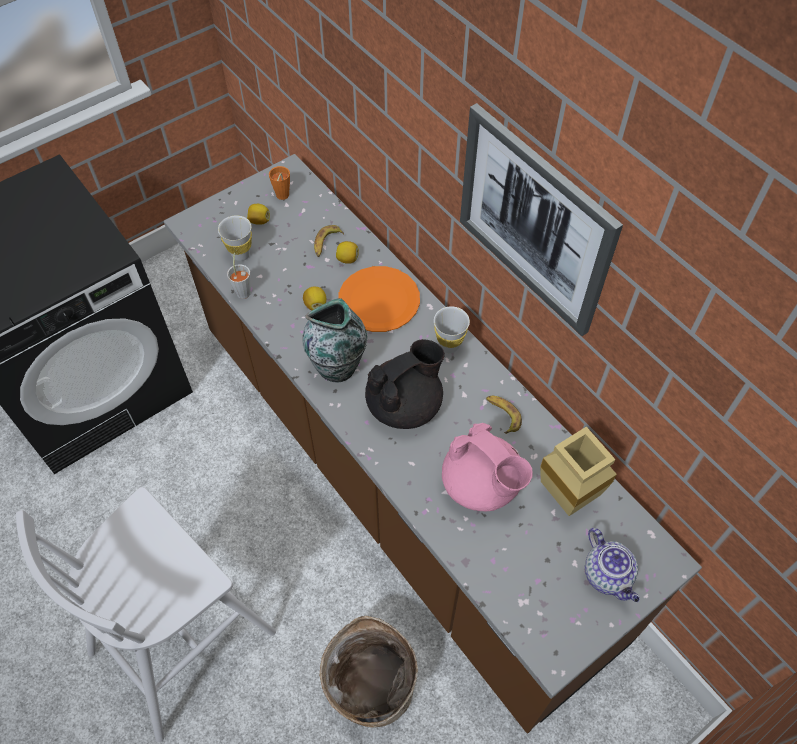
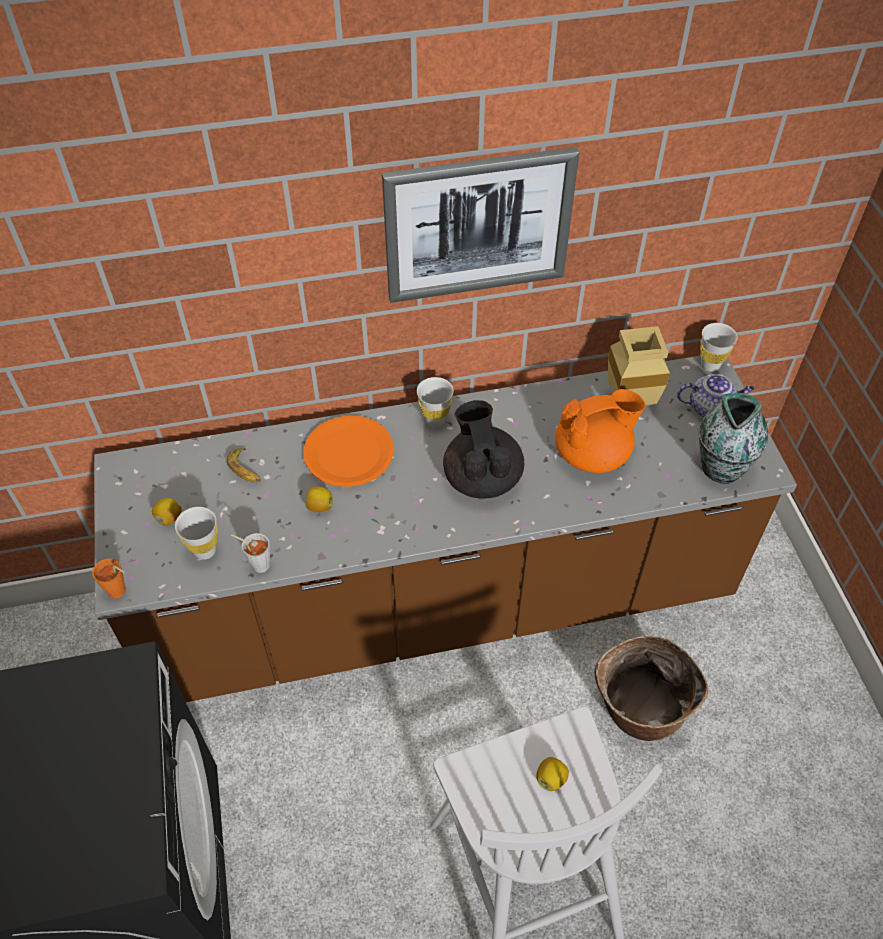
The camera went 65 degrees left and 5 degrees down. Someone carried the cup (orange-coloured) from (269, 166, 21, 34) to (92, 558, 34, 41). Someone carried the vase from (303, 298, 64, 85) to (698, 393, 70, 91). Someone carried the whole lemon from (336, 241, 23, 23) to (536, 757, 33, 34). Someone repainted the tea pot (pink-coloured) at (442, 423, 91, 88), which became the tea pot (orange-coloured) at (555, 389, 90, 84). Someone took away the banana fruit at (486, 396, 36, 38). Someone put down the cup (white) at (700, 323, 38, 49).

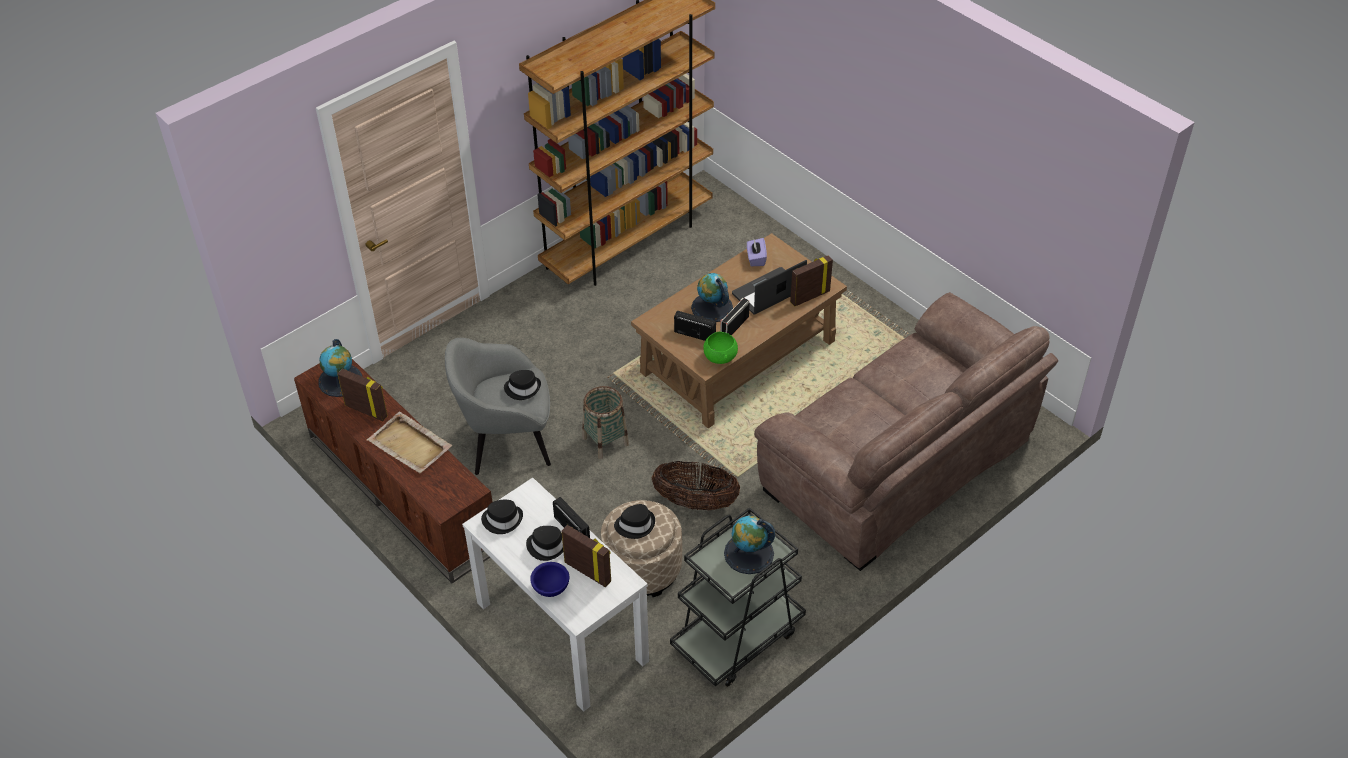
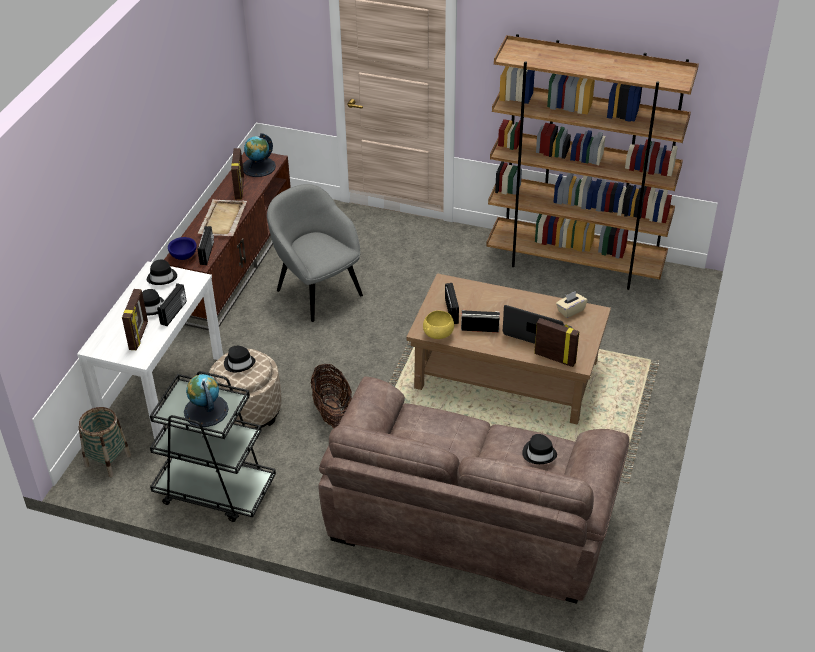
The camera went 60 degrees right and 5 degrees down. Someone carried the wearable hat (black-coloured) from (504, 370, 37, 30) to (522, 434, 35, 30). Someone carried the serving bowl (blue) from (530, 562, 39, 35) to (168, 237, 29, 23). Someone carried the basket from (582, 386, 47, 73) to (79, 407, 52, 70). Someone took away the globe at (691, 273, 42, 49). Someone repainted the serving bowl (greenish) at (703, 332, 35, 32), which became the serving bowl (yellowish) at (423, 311, 31, 28). Someone repainted the tissue box (purplish) at (747, 238, 20, 28), which became the tissue box (sand-coloured) at (556, 291, 32, 27). Someone put down the radio set at (197, 226, 17, 39).

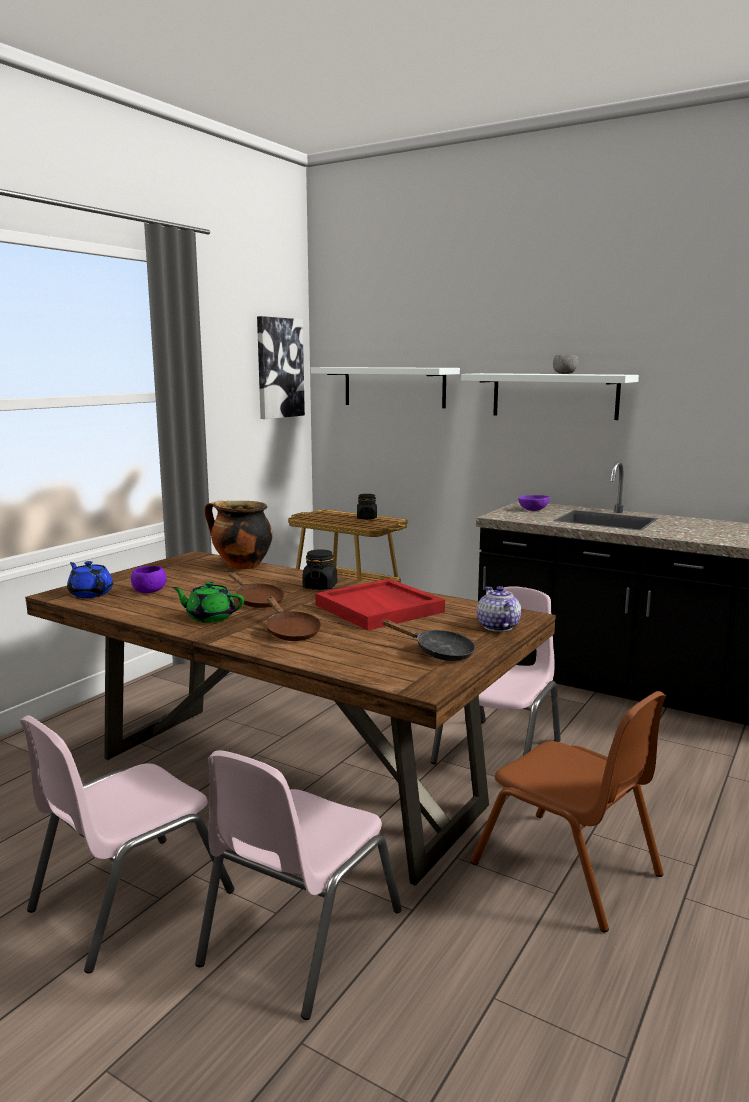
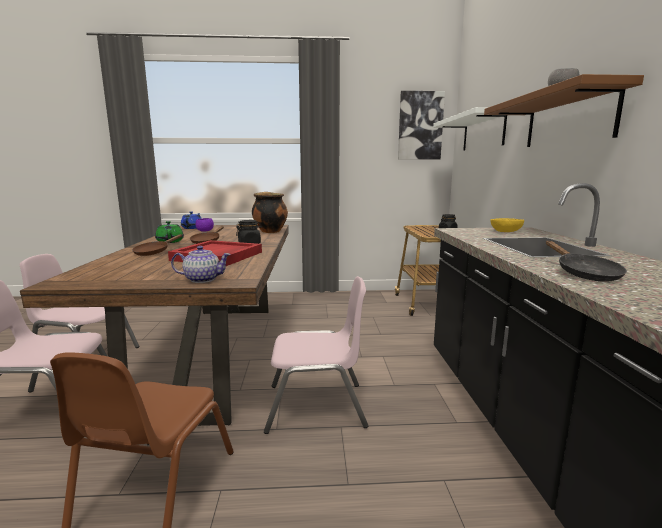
The camera went 55 degrees right and 0 degrees up. Someone carried the skillet (black-coloured) from (382, 620, 94, 41) to (546, 241, 81, 41). Someone repainted the wall shelf (white) at (461, 373, 178, 47), which became the wall shelf (brownish) at (484, 74, 160, 73). Someone rotated the tea pot at (477, 586, 44, 46) by 45 degrees clockwise. Someone repainted the serving bowl (purplish) at (518, 495, 32, 16), which became the serving bowl (yellowish) at (490, 218, 34, 14).

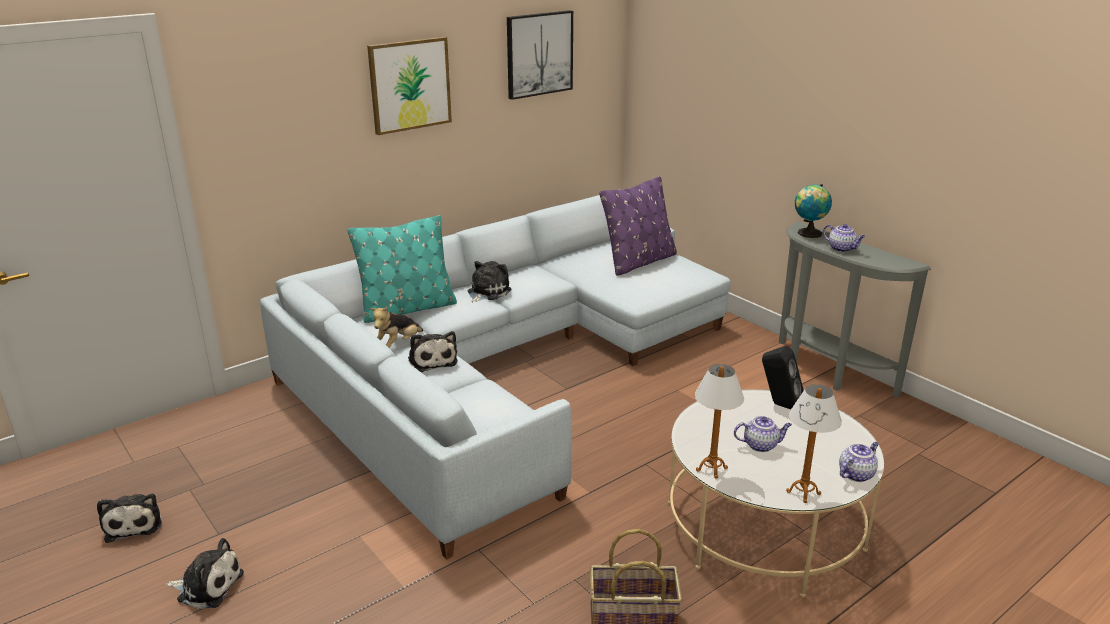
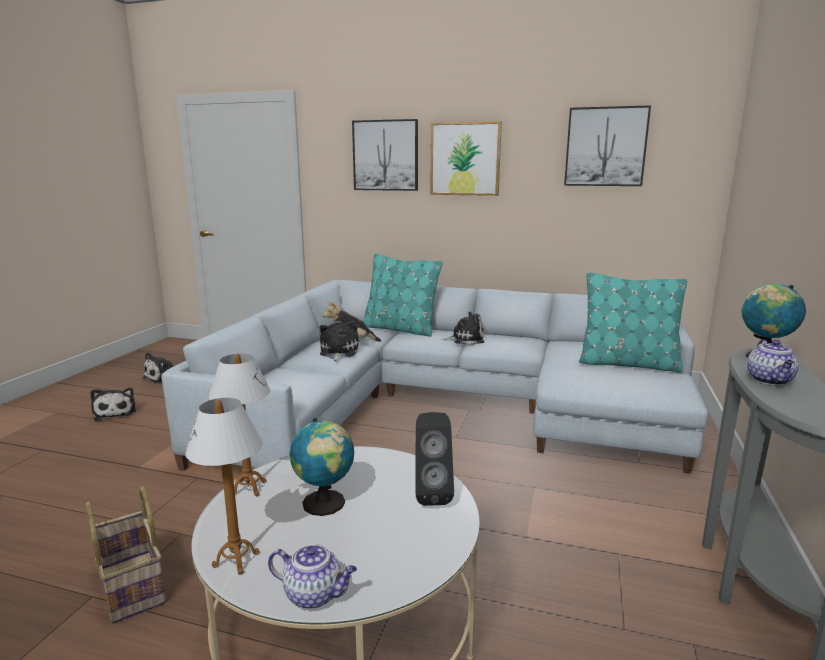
The camera went 55 degrees right and 10 degrees down. Someone rotated the soft toy at (408, 331, 50, 41) by 150 degrees clockwise. Someone repainted the cushion (purplish) at (599, 176, 78, 100), which became the cushion (turquoise-coloured) at (579, 273, 108, 99). Someone swapped the tea pot at (734, 416, 58, 36) for the globe at (290, 418, 64, 98). Someone put up the wall picture at (352, 119, 66, 72).

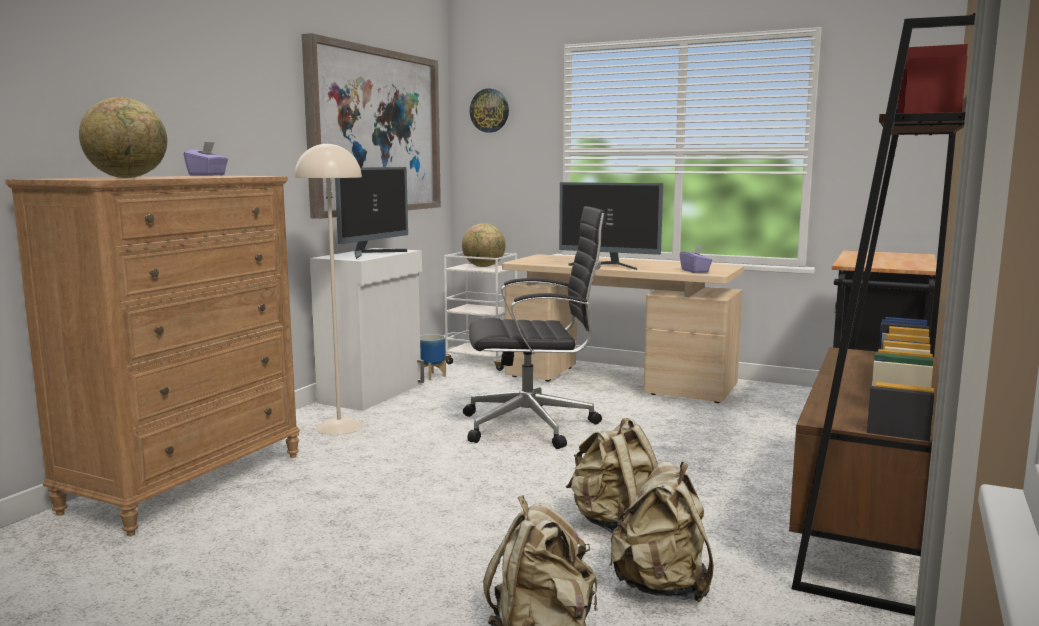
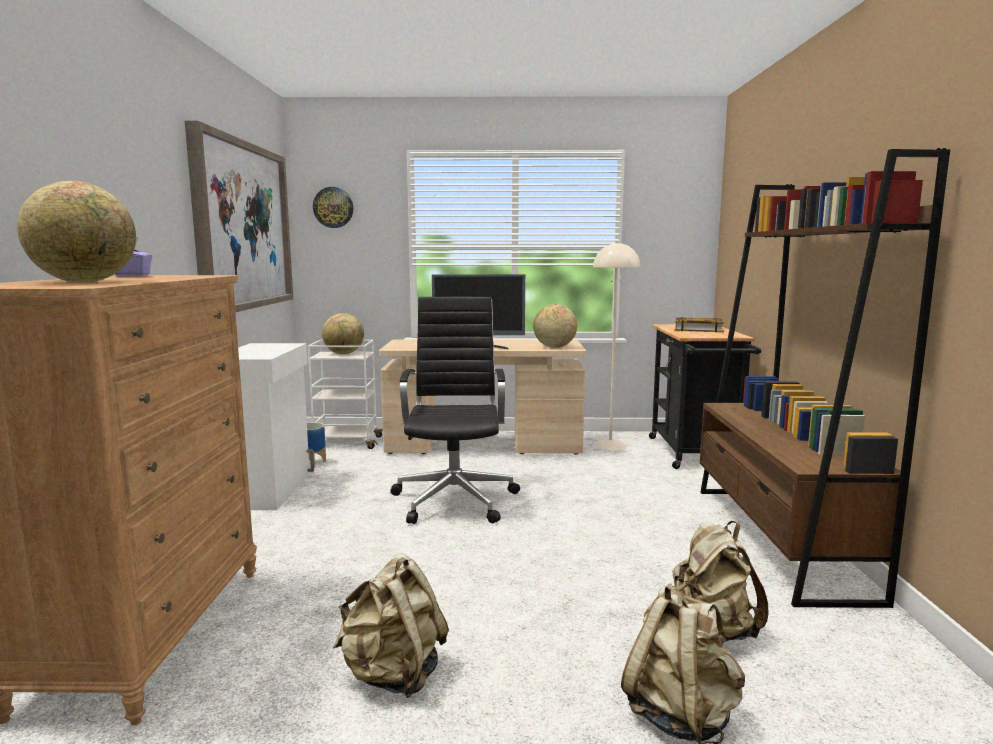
The camera went 25 degrees left and 0 degrees up. Someone carried the standing lamp (sand-coloured) from (294, 142, 69, 293) to (593, 242, 47, 208). Someone took away the monitor at (335, 167, 73, 92). Someone rotated the office chair (black-coloured) at (463, 206, 144, 243) by 60 degrees counterclockwise. Someone carried the rucksack (sand-coloured) from (566, 418, 92, 115) to (333, 553, 116, 145). Someone swapped the tissue box (purplish) at (680, 245, 32, 28) for the globe at (533, 304, 44, 44). Someone put down the volume at (675, 317, 50, 15).

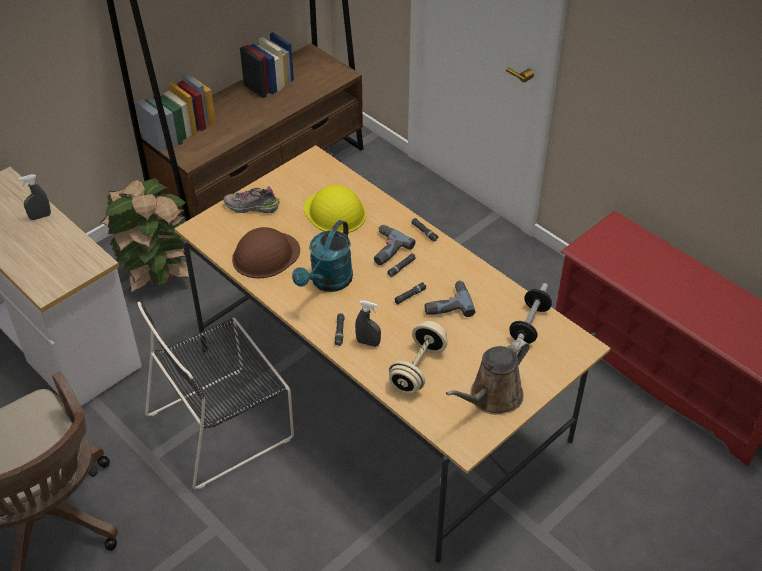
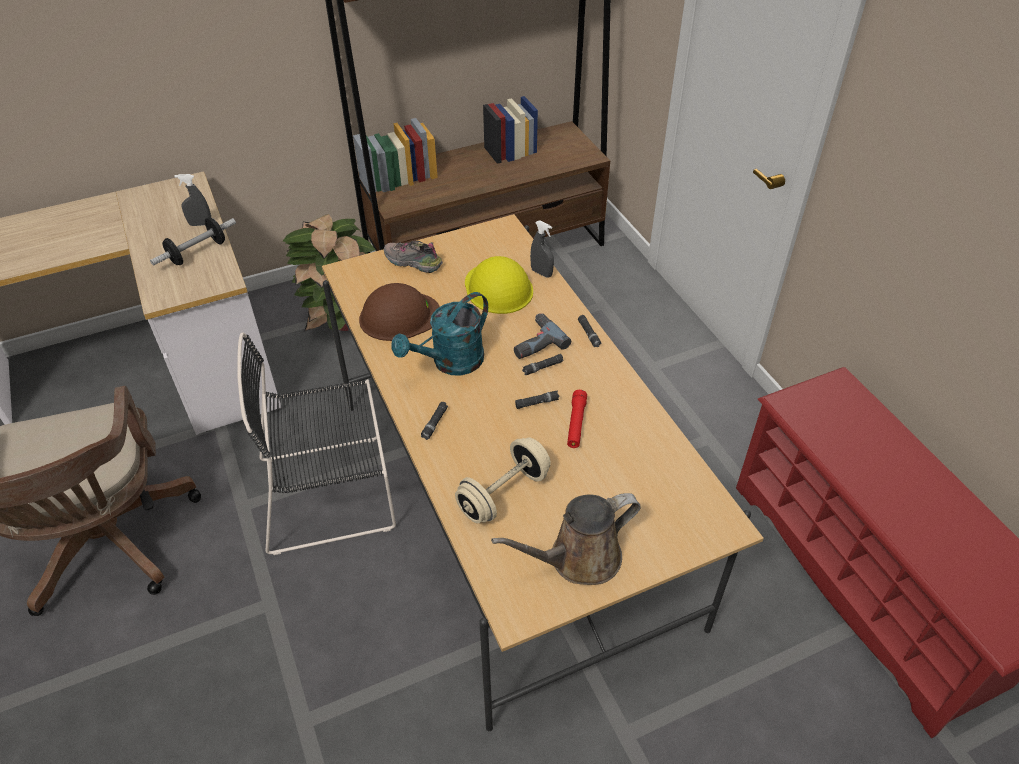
The camera went 20 degrees right and 0 degrees up. Someone carried the hand sprayer (greyish) from (355, 300, 26, 47) to (530, 220, 24, 58). Someone swapped the electric drill at (425, 280, 50, 37) for the hand torch (reddish) at (567, 390, 20, 58). Someone carried the free weight from (509, 283, 43, 61) to (150, 218, 86, 48).

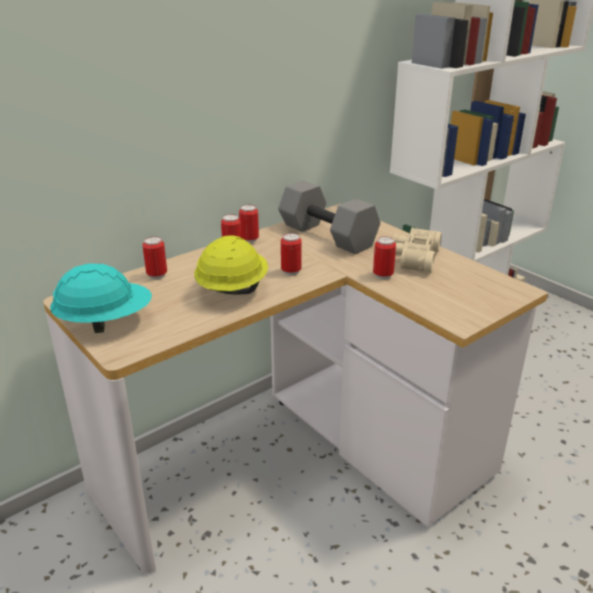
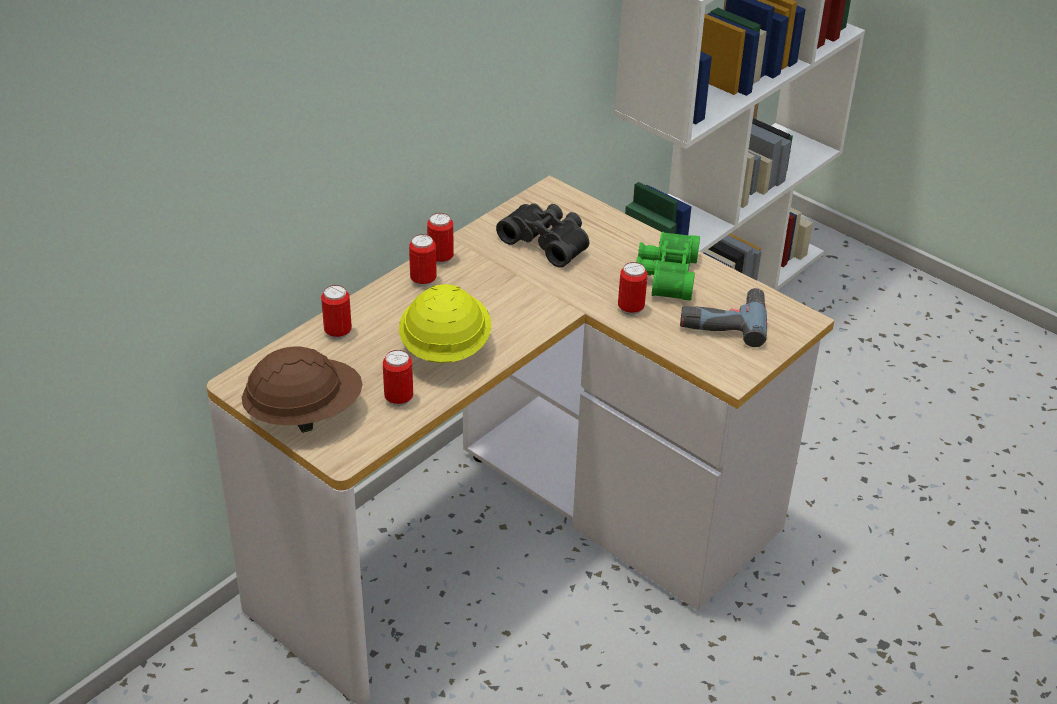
The camera went 10 degrees left and 10 degrees up. Someone repainted the hard hat (turquoise-coloured) at (50, 263, 102, 70), which became the hard hat (brownish) at (242, 347, 121, 86). Someone swapped the free weight (greyish) at (278, 180, 102, 74) for the binoculars (black-coloured) at (496, 203, 93, 65). Someone carried the sealed can from (281, 233, 21, 42) to (383, 350, 30, 56). Someone repainted the binoculars (sand-coloured) at (393, 228, 49, 45), which became the binoculars (greenish) at (636, 232, 64, 69). Someone put down the electric drill at (680, 288, 87, 59).

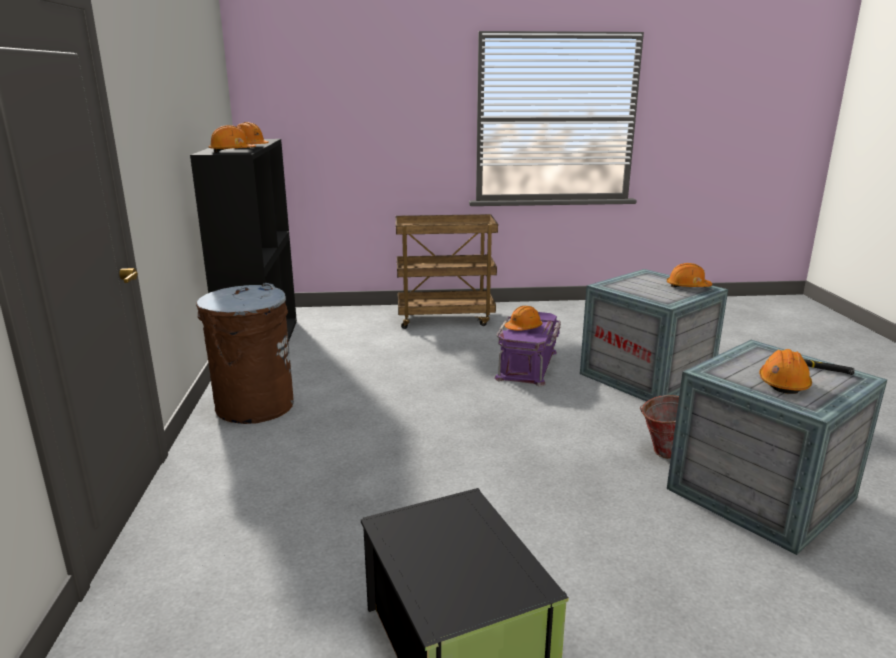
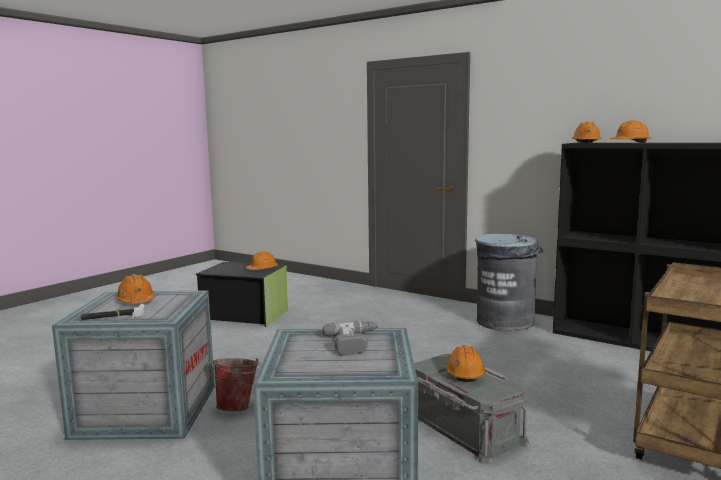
The camera went 130 degrees right and 10 degrees down. Someone repainted the waste bin (brownish) at (196, 283, 98, 141), which became the waste bin (greyish) at (475, 233, 68, 99). Someone repainted the storage bin (purplish) at (494, 312, 67, 74), which became the storage bin (greyish) at (414, 354, 116, 110). Someone carried the hard hat (orange-coloured) from (667, 263, 45, 24) to (246, 252, 32, 18). Someone put down the electric drill at (322, 321, 57, 34).

